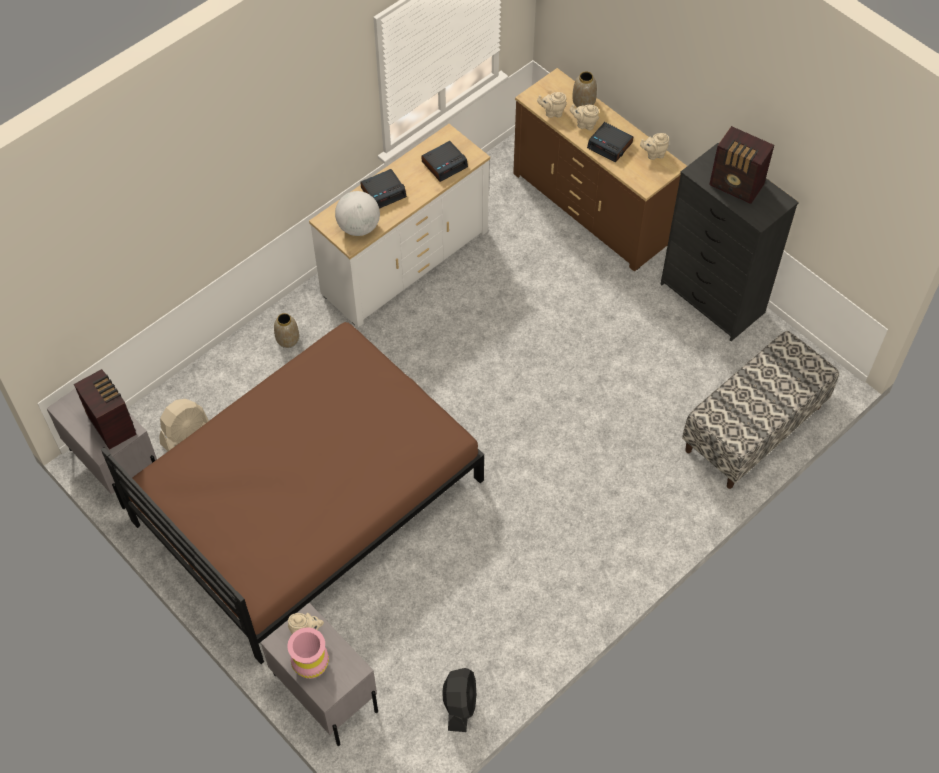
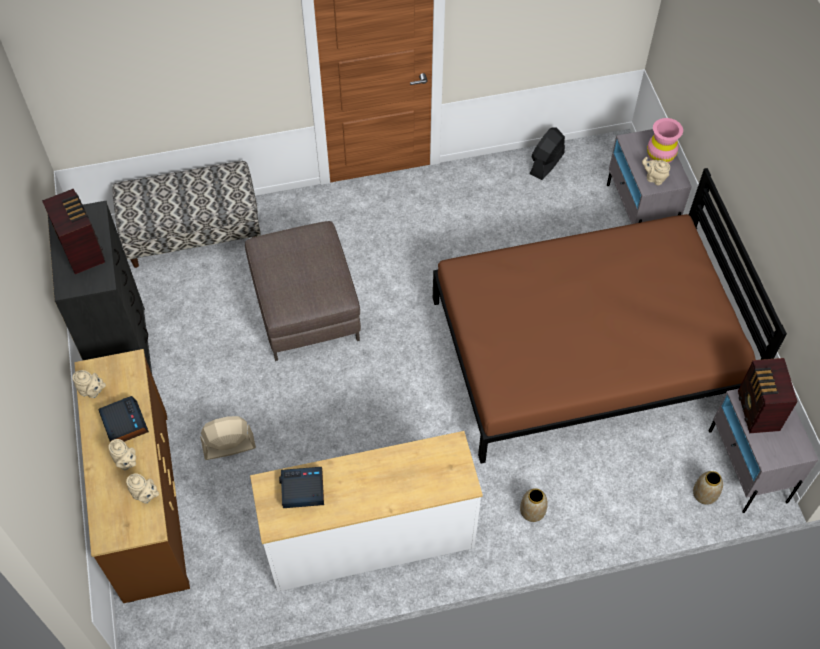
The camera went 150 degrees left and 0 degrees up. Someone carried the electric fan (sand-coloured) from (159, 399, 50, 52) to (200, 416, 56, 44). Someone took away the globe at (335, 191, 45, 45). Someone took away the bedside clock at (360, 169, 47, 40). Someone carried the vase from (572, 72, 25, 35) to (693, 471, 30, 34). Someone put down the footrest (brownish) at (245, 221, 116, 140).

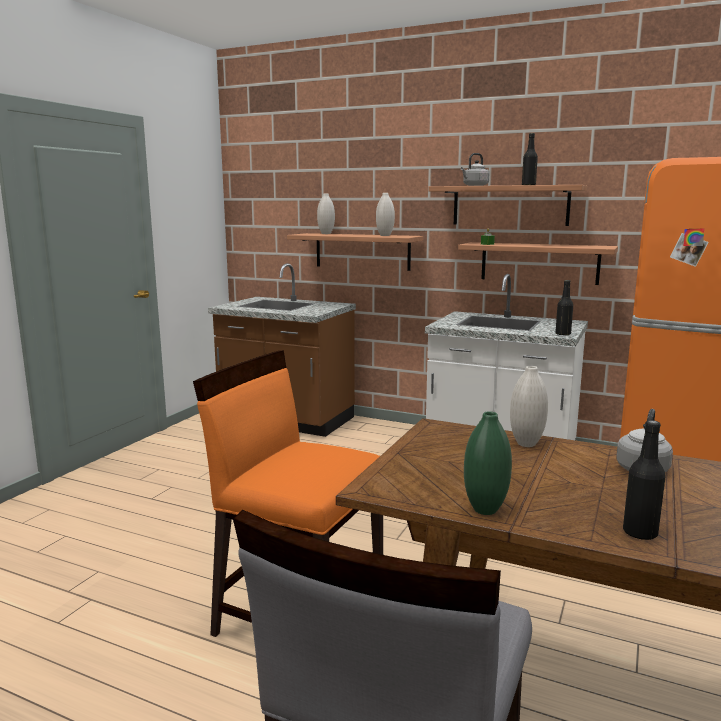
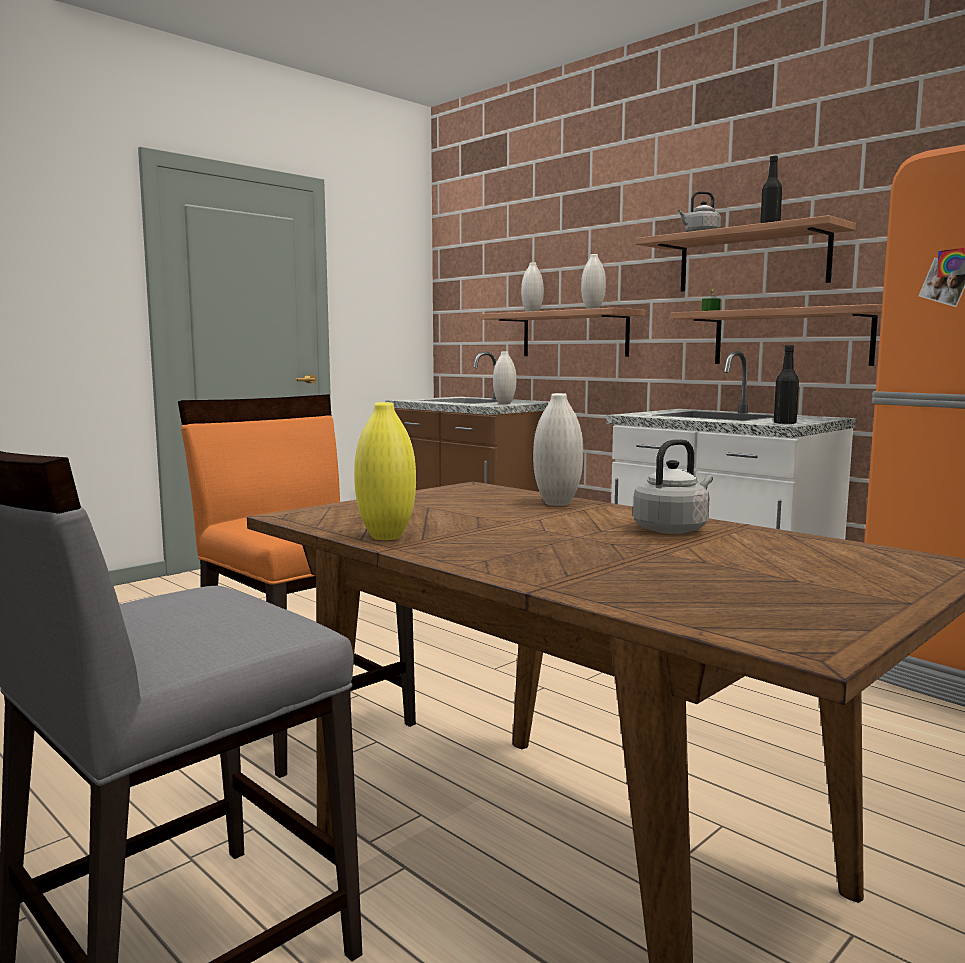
The camera went 20 degrees right and 5 degrees down. Someone repainted the vase (greenish) at (464, 411, 48, 104), which became the vase (yellowish) at (354, 402, 62, 138). Someone took away the bottle (black-coloured) at (623, 420, 43, 120). Someone put down the vase (white) at (493, 351, 23, 53).

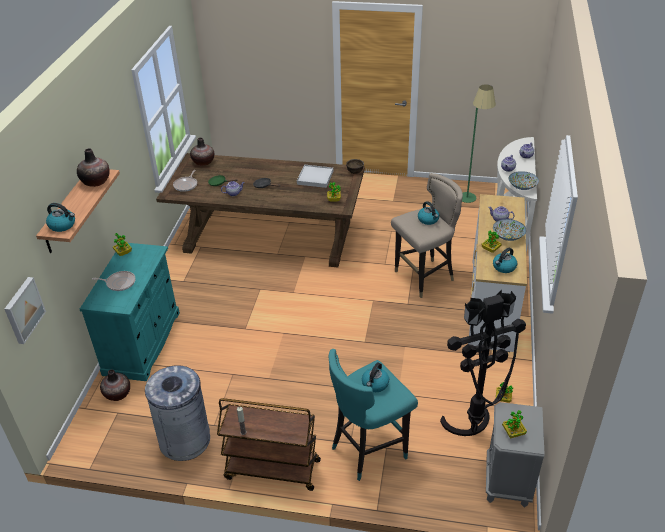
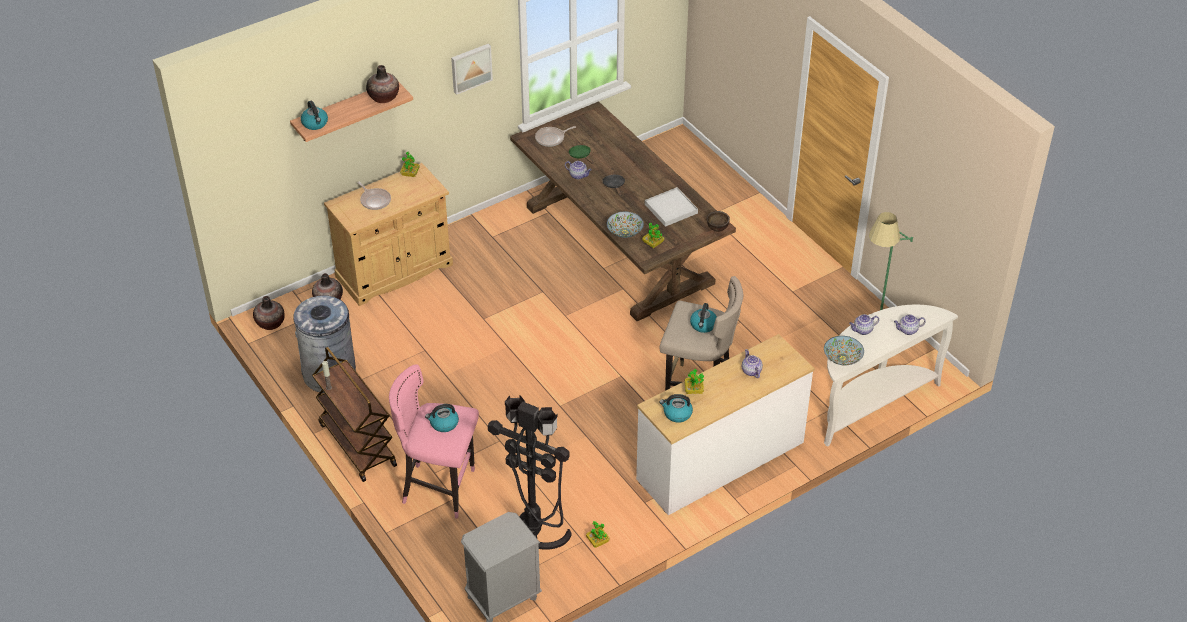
The camera went 45 degrees right and 5 degrees up. Someone carried the wall picture from (5, 277, 41, 67) to (451, 44, 42, 51). Someone repainted the cupboard (turquoise-coloured) at (80, 243, 100, 138), which became the cupboard (sand-coloured) at (324, 163, 129, 143). Someone carried the vase from (190, 138, 24, 28) to (253, 296, 32, 34). Someone repainted the sitting stool (turquoise-coloured) at (329, 349, 89, 132), which became the sitting stool (pink-coloured) at (389, 365, 90, 154). Someone carried the serving bowl from (493, 219, 33, 22) to (607, 212, 37, 26). Someone took away the potted plant at (502, 410, 25, 29).

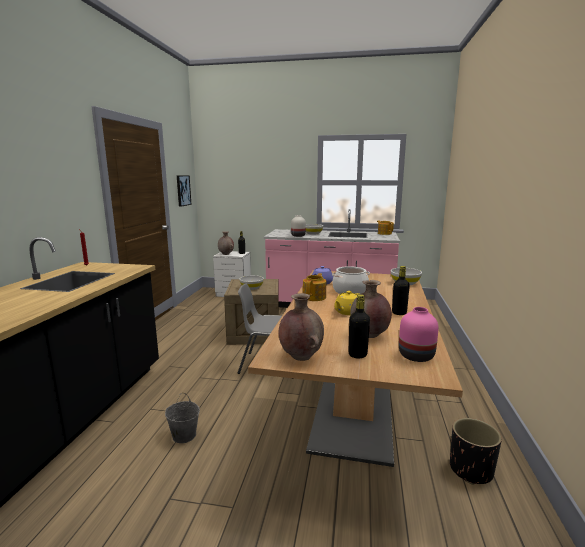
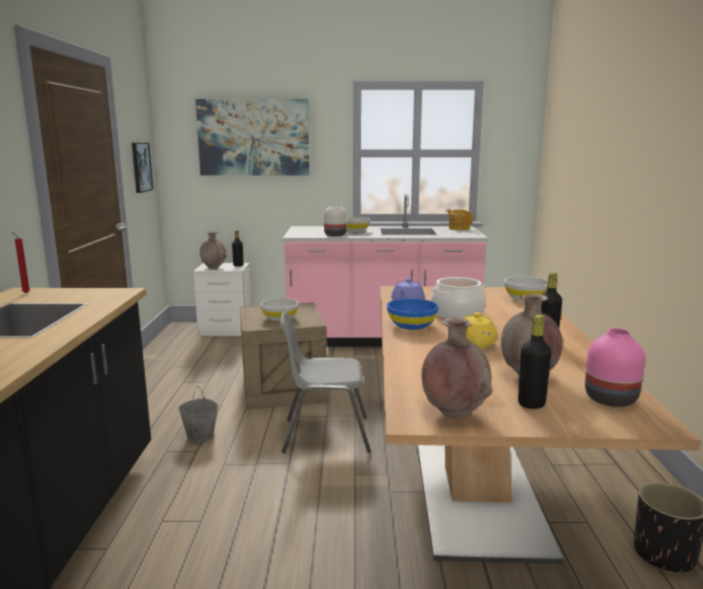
The camera went 10 degrees left and 0 degrees up. Someone carried the water bucket (greyish) from (165, 393, 35, 50) to (178, 386, 40, 57). Someone swapped the tea pot at (303, 273, 23, 28) for the serving bowl (blue) at (387, 298, 52, 32). Someone put up the wall picture at (195, 99, 115, 77).

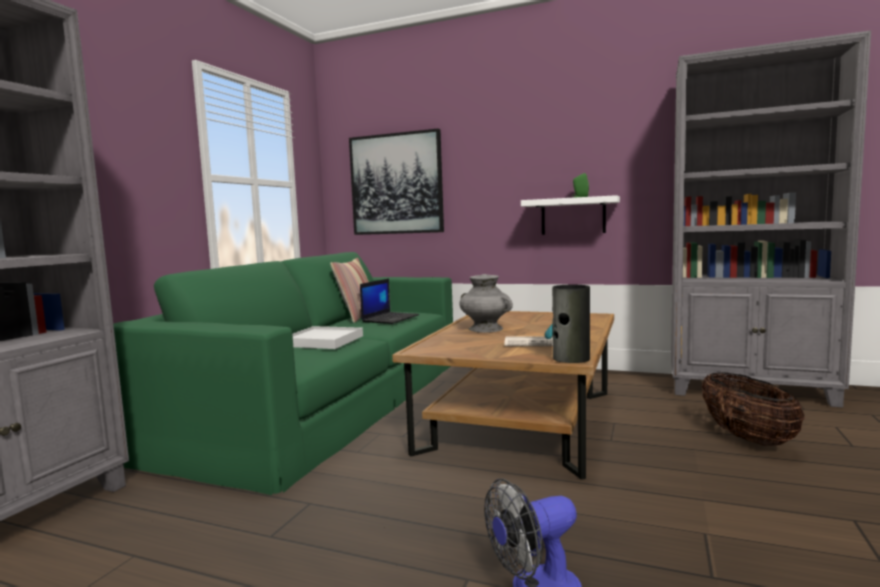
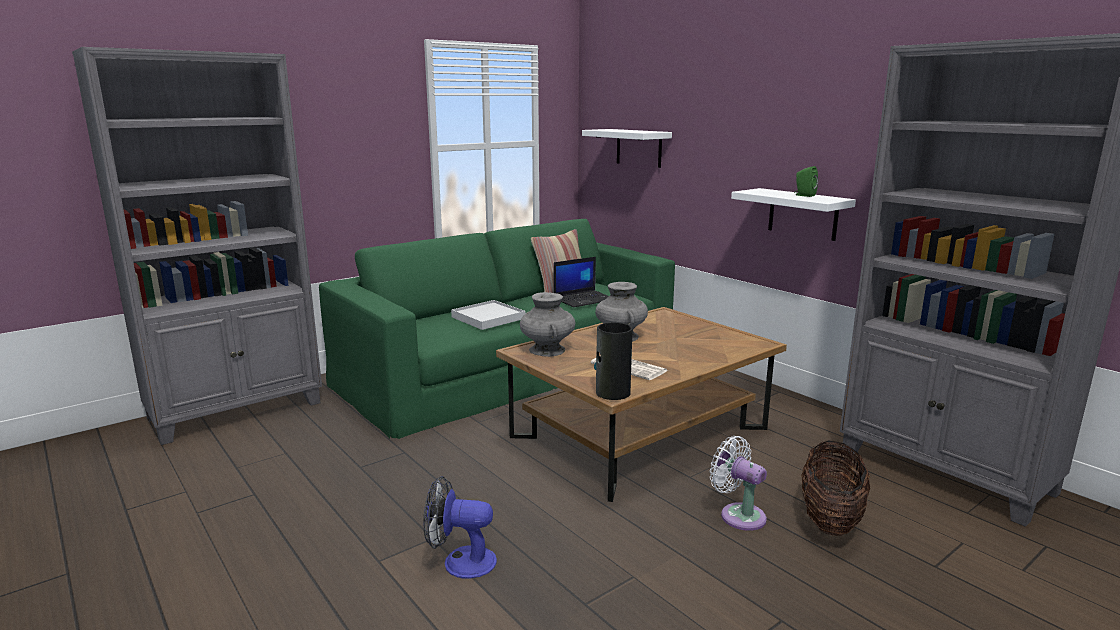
The camera went 30 degrees right and 10 degrees up. Someone swapped the wall picture at (349, 128, 95, 107) for the wall shelf (white) at (582, 129, 90, 39). Someone put down the vase (greyish) at (520, 292, 55, 65). Someone put down the electric fan (white) at (710, 436, 57, 95).

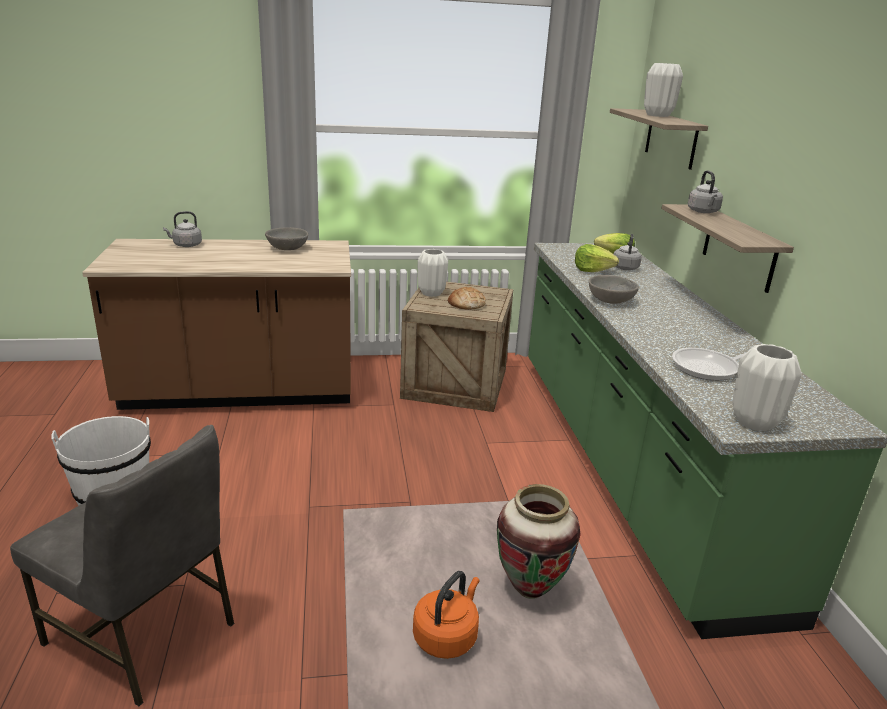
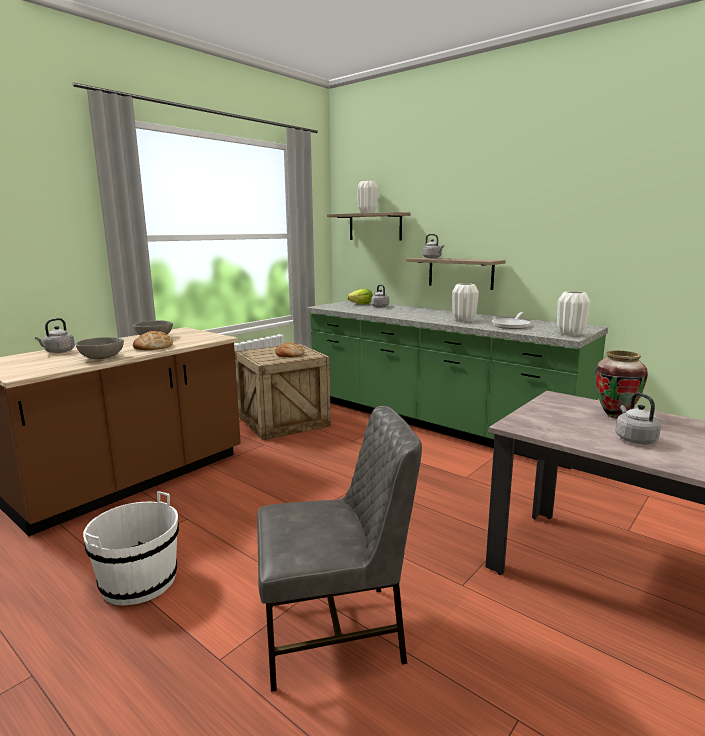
The camera went 40 degrees left and 10 degrees down. Someone repainted the tea kettle (orange-coloured) at (413, 571, 66, 88), which became the tea kettle (greyish) at (615, 393, 46, 51). Someone carried the vase (white) from (418, 249, 30, 48) to (452, 283, 27, 39). Someone took away the lettuce head at (575, 244, 44, 28). Someone carried the serving bowl (greyish) from (589, 275, 50, 29) to (75, 337, 49, 22). Someone put down the bread at (133, 331, 40, 19).

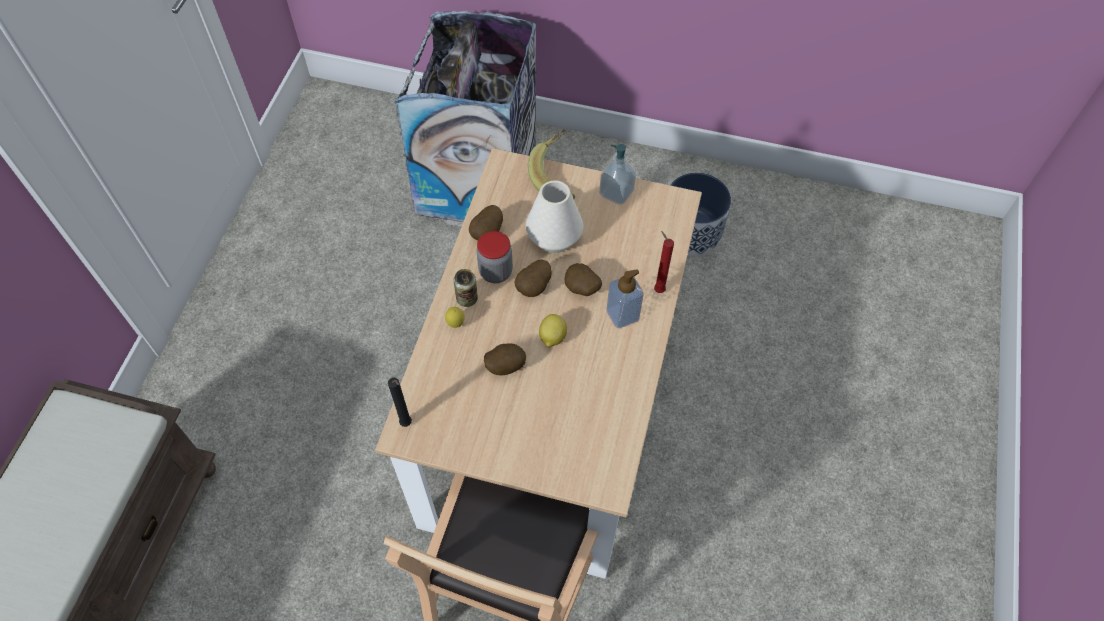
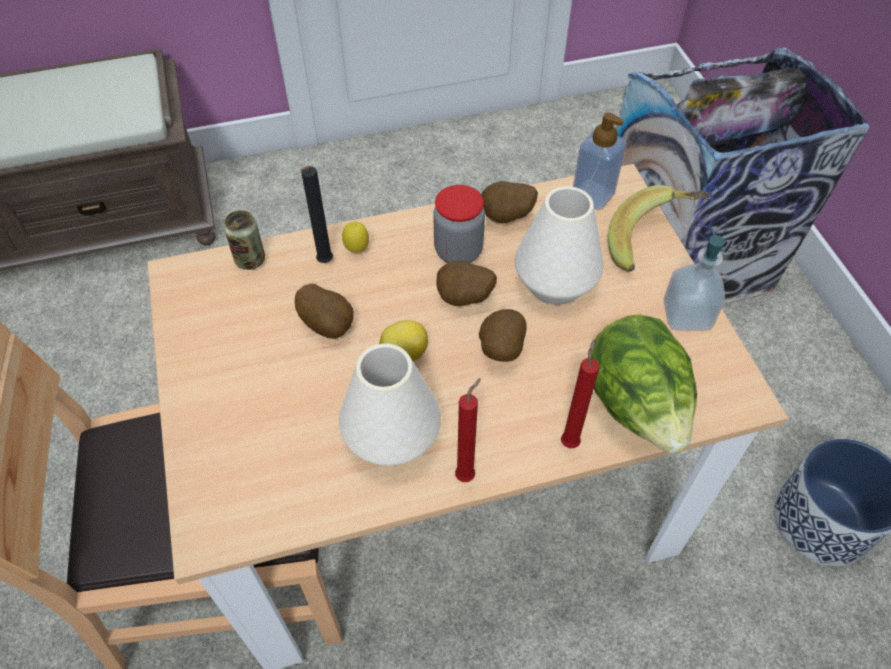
The camera went 60 degrees right and 5 degrees down. Someone carried the candle (black-coloured) from (388, 378, 24, 49) to (301, 166, 32, 97). Someone carried the sealed can from (453, 269, 25, 38) to (224, 210, 41, 60). Someone carried the soap bottle from (607, 269, 36, 59) to (573, 112, 54, 98). Someone put down the vase (white) at (339, 344, 102, 122). Someone put down the candle (reddish) at (455, 378, 26, 104). Someone put down the lettuce head at (592, 314, 105, 139).

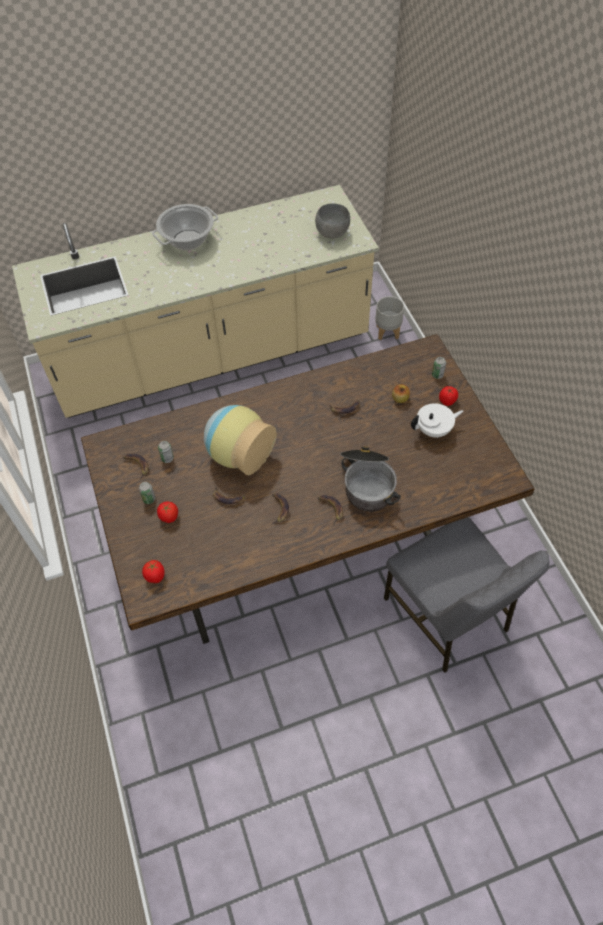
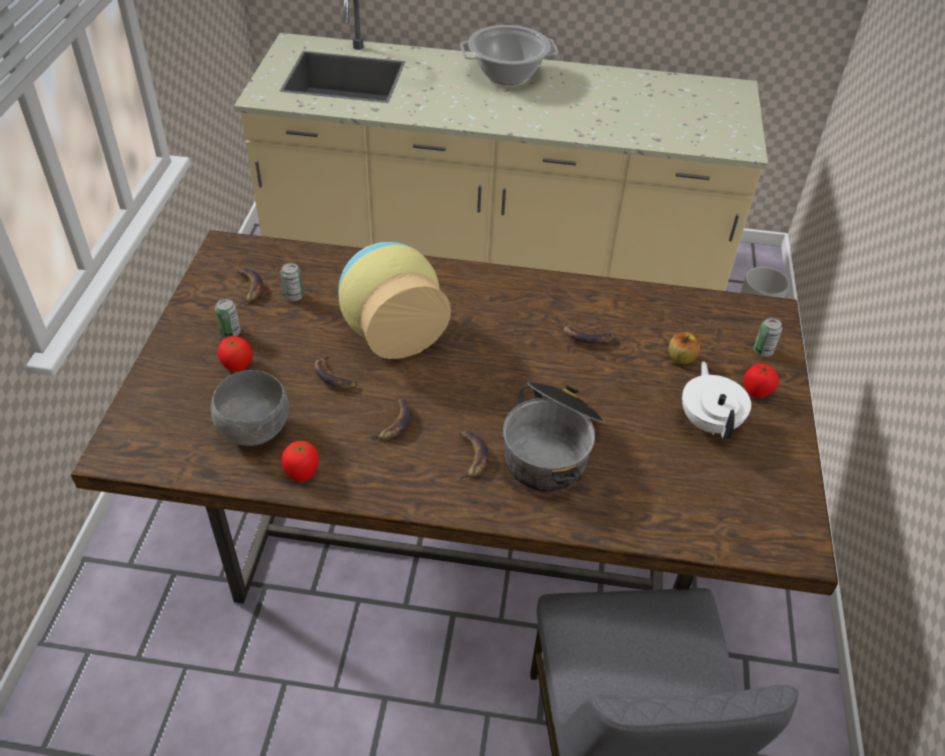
The camera went 25 degrees right and 10 degrees down. Someone carried the whole tomato from (142, 560, 23, 23) to (281, 441, 38, 41). Someone carried the serving bowl (greyish) from (315, 203, 35, 35) to (211, 370, 78, 76). Someone rotated the tea pot (white) at (411, 403, 52, 35) by 105 degrees counterclockwise.

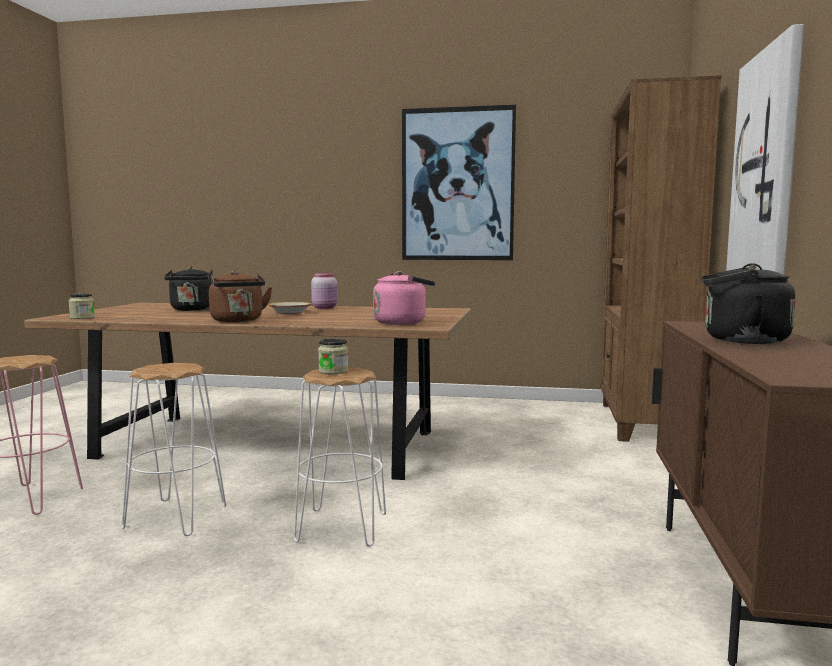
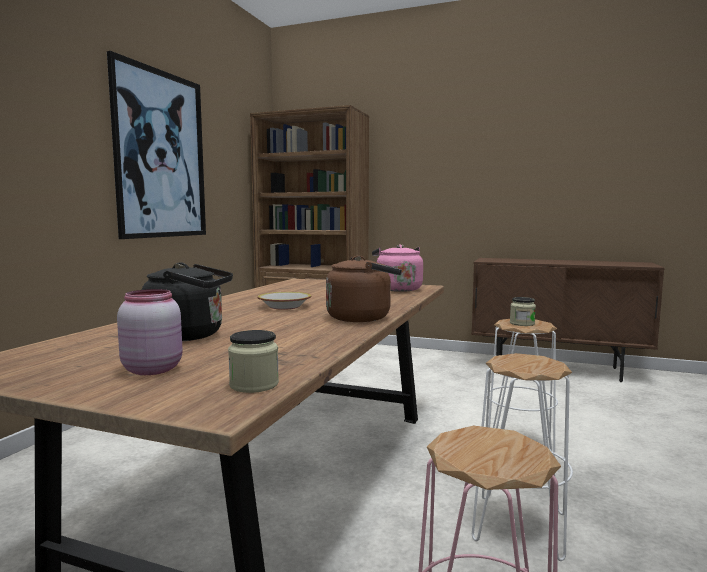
The camera went 80 degrees left and 0 degrees up. Someone carried the storage jar (pink-coloured) from (311, 273, 27, 36) to (117, 289, 66, 86). Someone took away the tea kettle (black-coloured) at (701, 263, 95, 81). Someone took away the wall picture at (726, 24, 78, 251).

